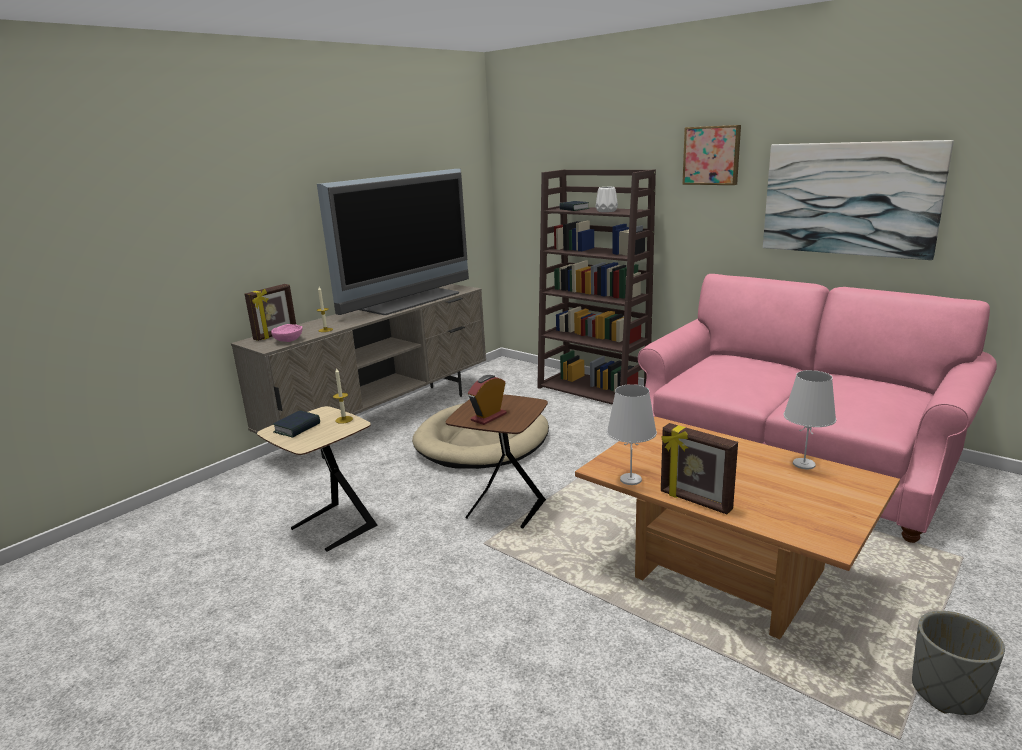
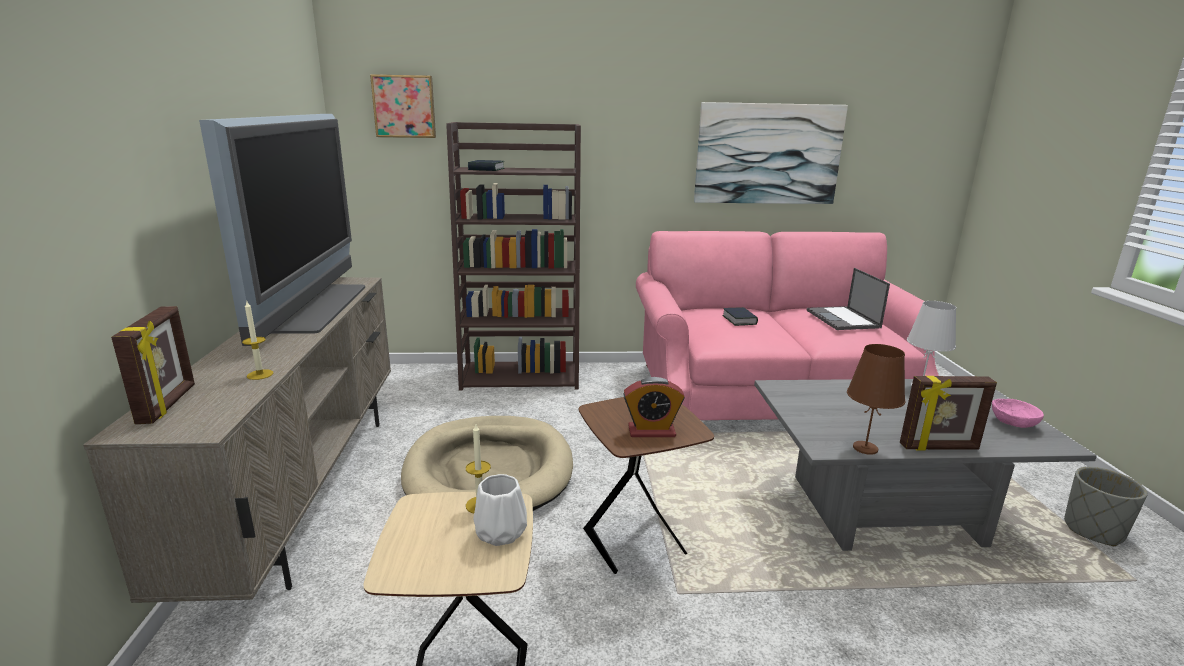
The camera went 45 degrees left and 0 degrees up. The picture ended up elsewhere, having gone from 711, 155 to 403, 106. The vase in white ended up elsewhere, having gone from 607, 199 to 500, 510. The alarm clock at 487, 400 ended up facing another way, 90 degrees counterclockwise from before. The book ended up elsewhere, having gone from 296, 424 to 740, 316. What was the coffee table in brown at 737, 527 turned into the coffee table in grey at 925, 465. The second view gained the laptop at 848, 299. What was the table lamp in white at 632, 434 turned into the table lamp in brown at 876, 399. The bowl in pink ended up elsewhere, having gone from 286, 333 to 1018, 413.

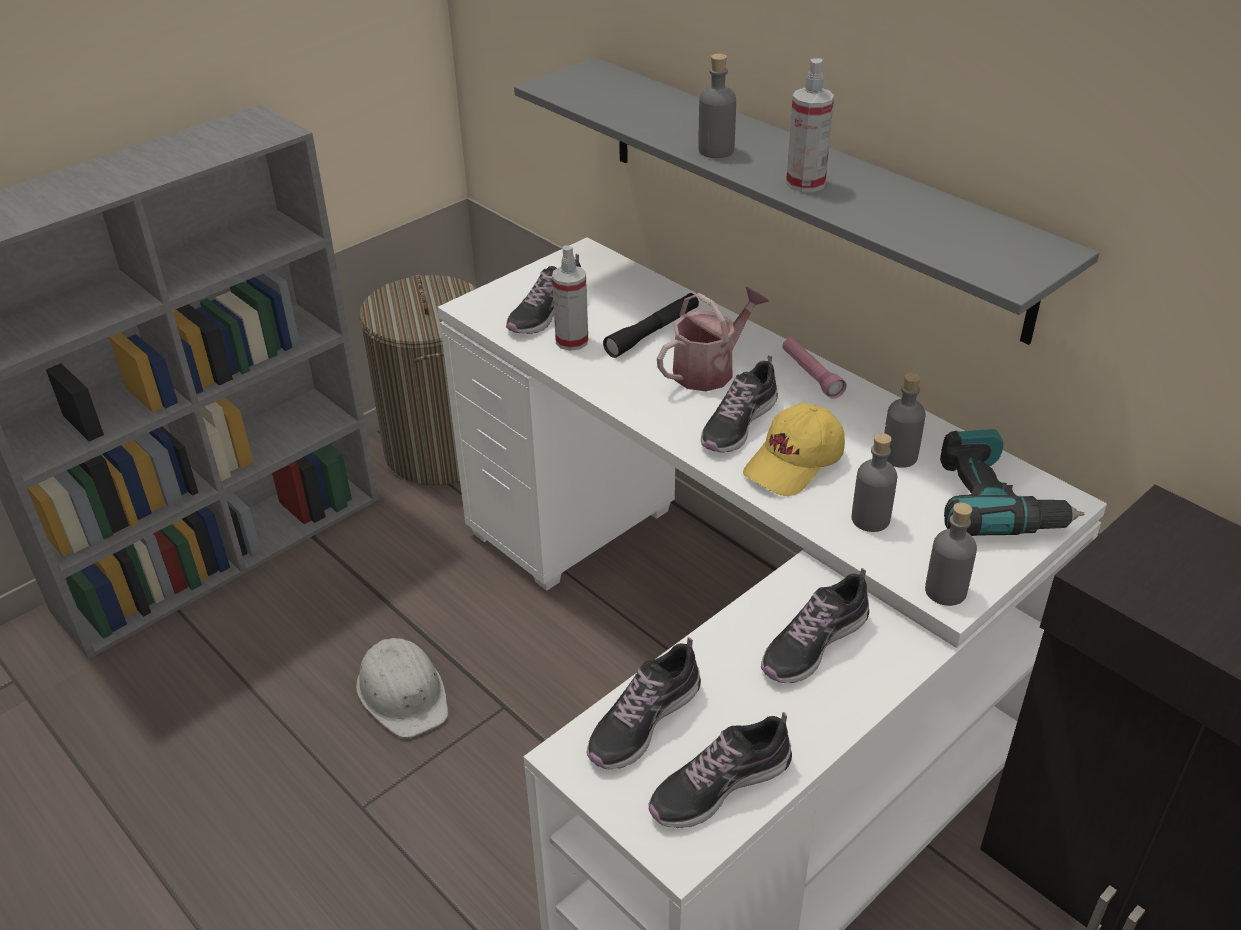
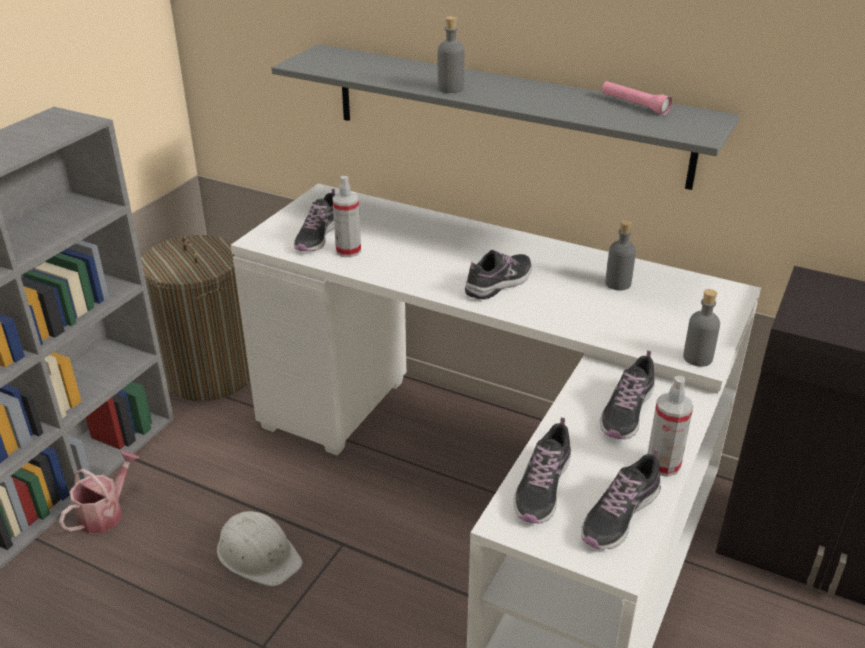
The camera went 20 degrees left and 5 degrees down. The watering can ended up elsewhere, having gone from 713, 339 to 99, 492. The shoe at 739, 403 ended up facing another way, 150 degrees counterclockwise from before. The flashlight in pink ended up elsewhere, having gone from 814, 368 to 637, 98. The spray bottle ended up elsewhere, having gone from 810, 125 to 670, 426. The second view lost the flashlight in black at 651, 325. The second view lost the cap in yellow at 794, 449. The second view lost the bottle in grey at 874, 482. The second view lost the power drill at 1012, 482.

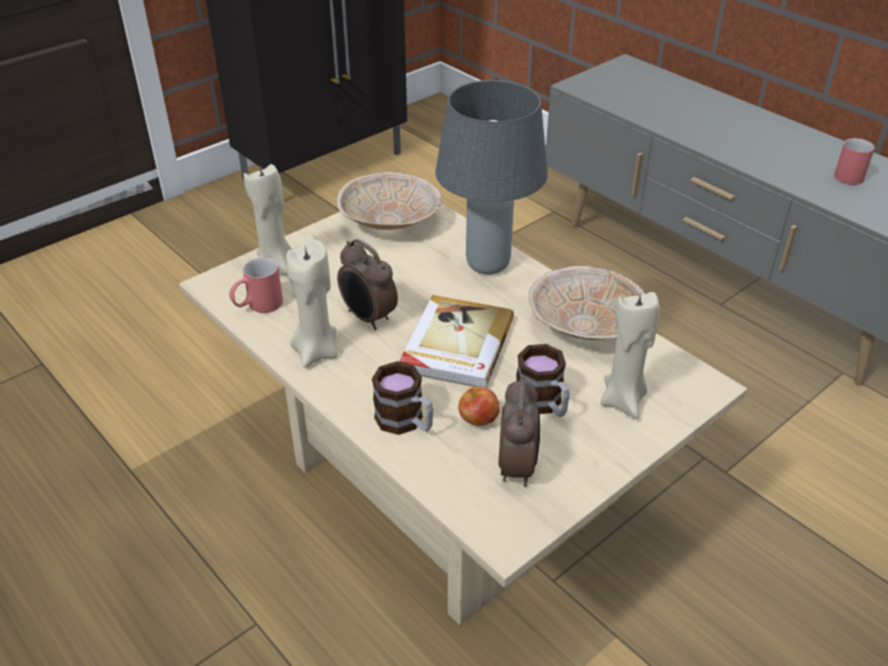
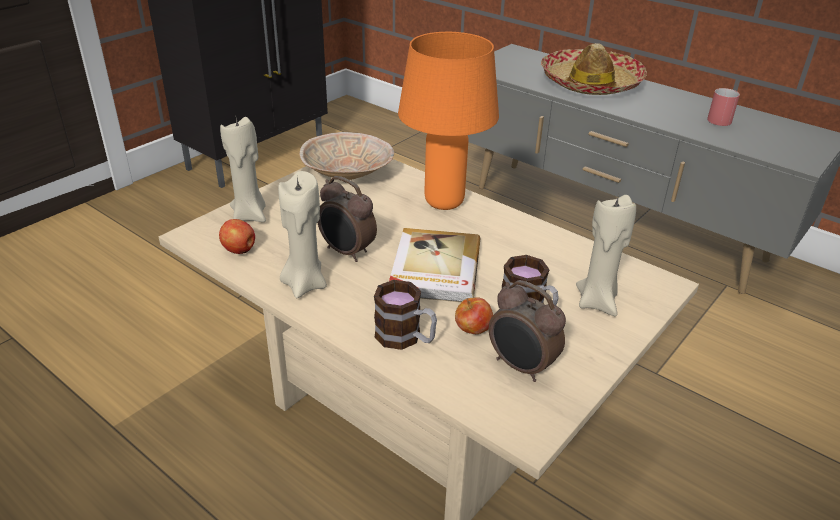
The camera went 10 degrees left and 5 degrees down. Where the mug in red stood at 256, 285, the apple came to stand at 237, 236. What was the table lamp in grey at 491, 177 turned into the table lamp in orange at 448, 121. The alarm clock at 519, 431 ended up facing another way, 135 degrees clockwise from before. The second view gained the hat at 594, 69. The second view lost the bowl in beige at 587, 303.

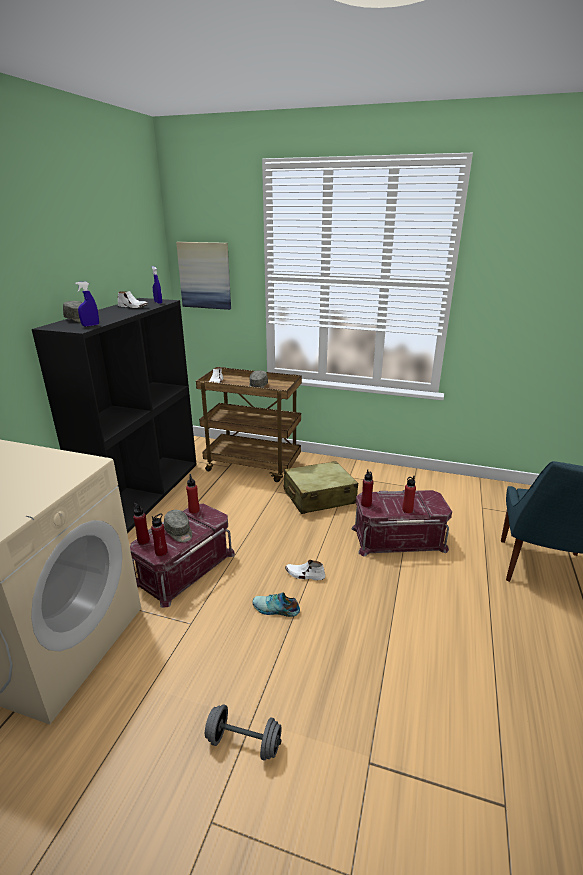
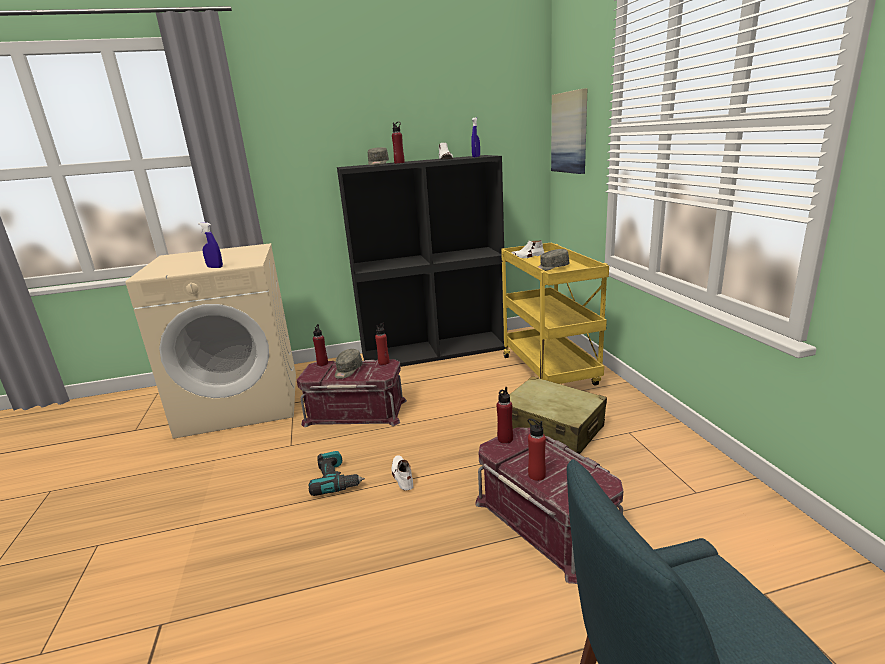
The camera went 60 degrees right and 5 degrees down. The spray bottle in blue ended up elsewhere, having gone from 87, 304 to 210, 245. Where the shoe stood at 276, 604, the power drill came to stand at 337, 473. The bottle in red ended up elsewhere, having gone from 159, 535 to 398, 143. What was the cart in brown at 249, 424 turned into the cart in yellow at 555, 314. The second view lost the dumbbell in grey at 243, 732.

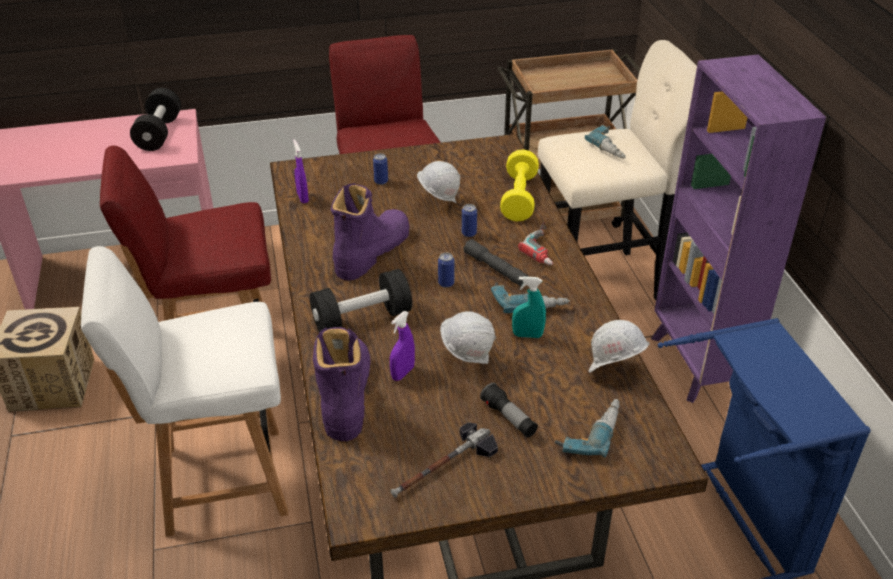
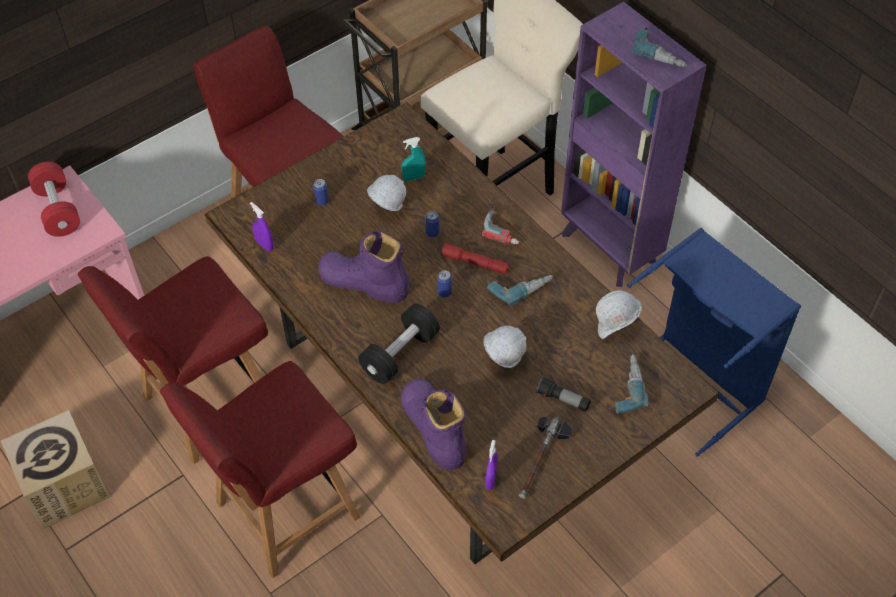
The camera went 25 degrees left and 15 degrees up. What was the dumbbell in black at 155, 119 turned into the dumbbell in red at 54, 199. What was the chair in white at 184, 391 turned into the chair in red at 260, 469. The boot in purple at 370, 232 ended up facing another way, 75 degrees counterclockwise from before. The spray bottle in turquoise ended up elsewhere, having gone from 529, 307 to 413, 159. What was the flashlight in grey at 496, 263 turned into the flashlight in red at 475, 258. The spray bottle in purple ended up elsewhere, having gone from 402, 346 to 491, 465. The power drill ended up elsewhere, having gone from 605, 142 to 659, 47. The second view lost the dumbbell in yellow at 519, 185.

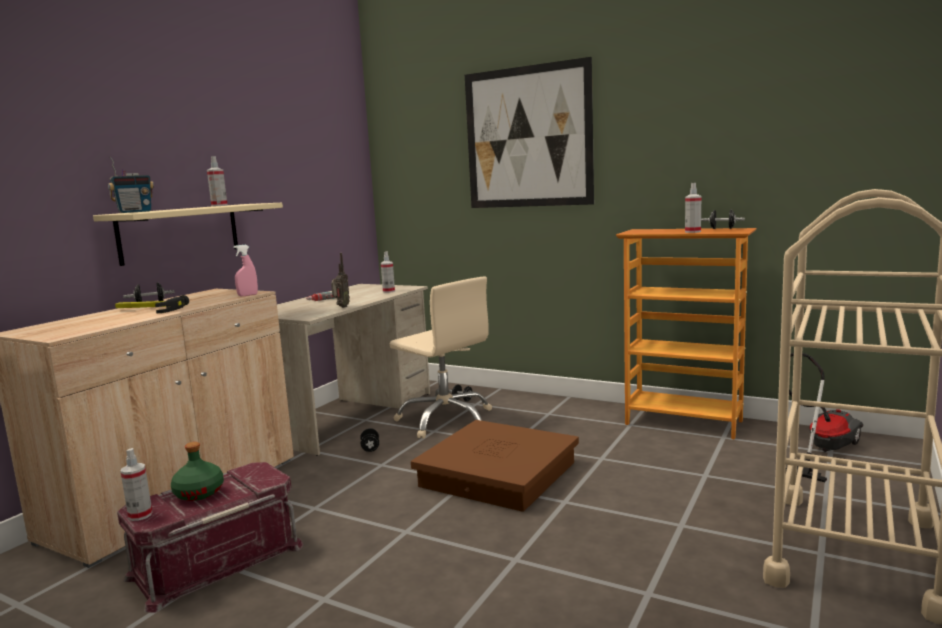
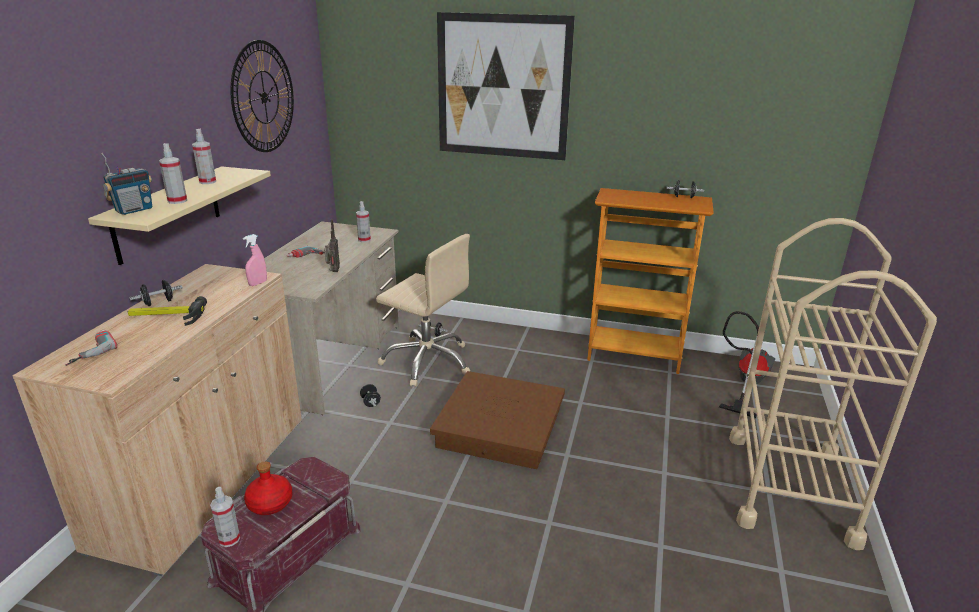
The camera went 15 degrees left and 15 degrees up. The second view gained the power drill at 91, 347. The spray bottle ended up elsewhere, having gone from 693, 208 to 173, 173. The second view gained the wall clock at 262, 96. What was the bottle in green at 197, 471 turned into the bottle in red at 268, 488.

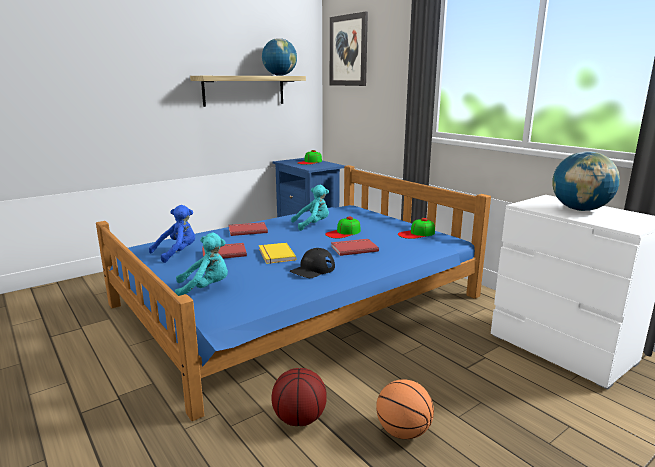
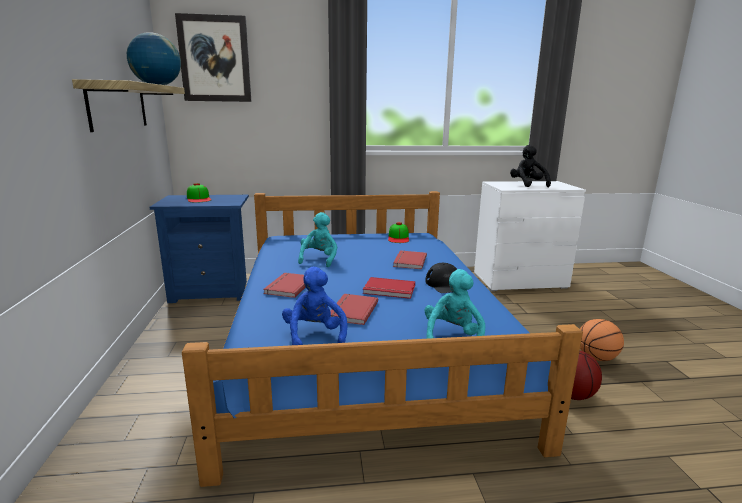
The camera went 60 degrees left and 0 degrees up. What was the book in yellow at 278, 253 turned into the book in red at 389, 288. Where the globe stood at 586, 181, the plush toy in black came to stand at 530, 166. The second view lost the cap at 343, 227.

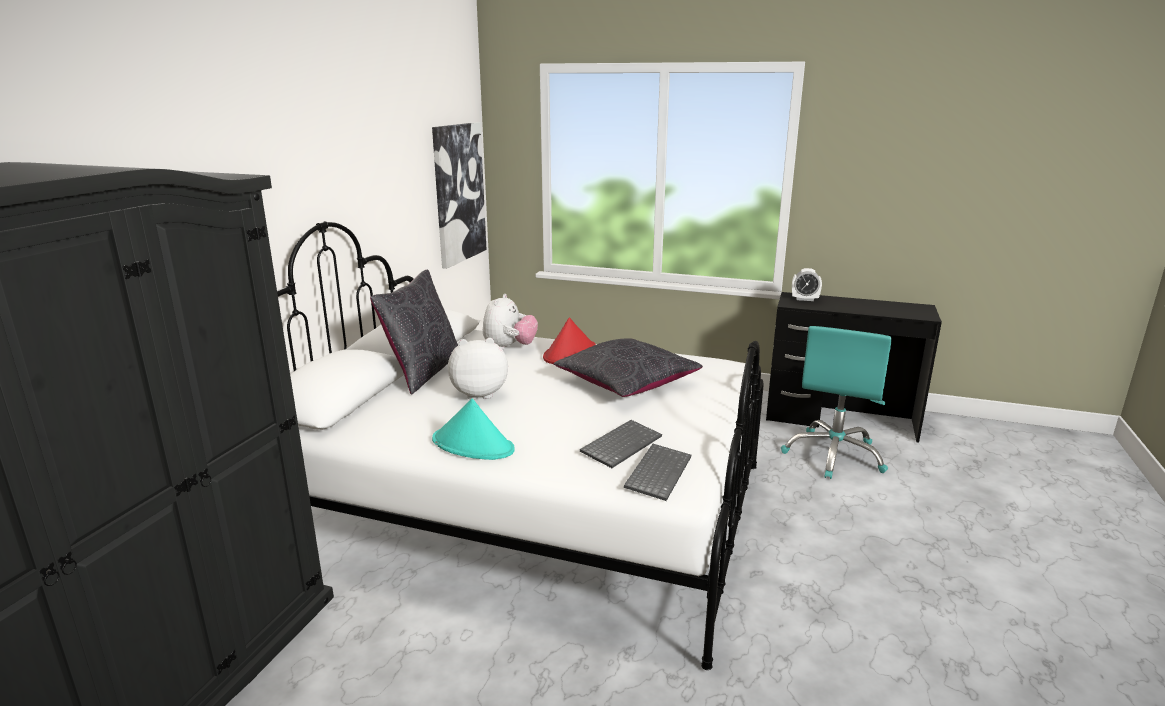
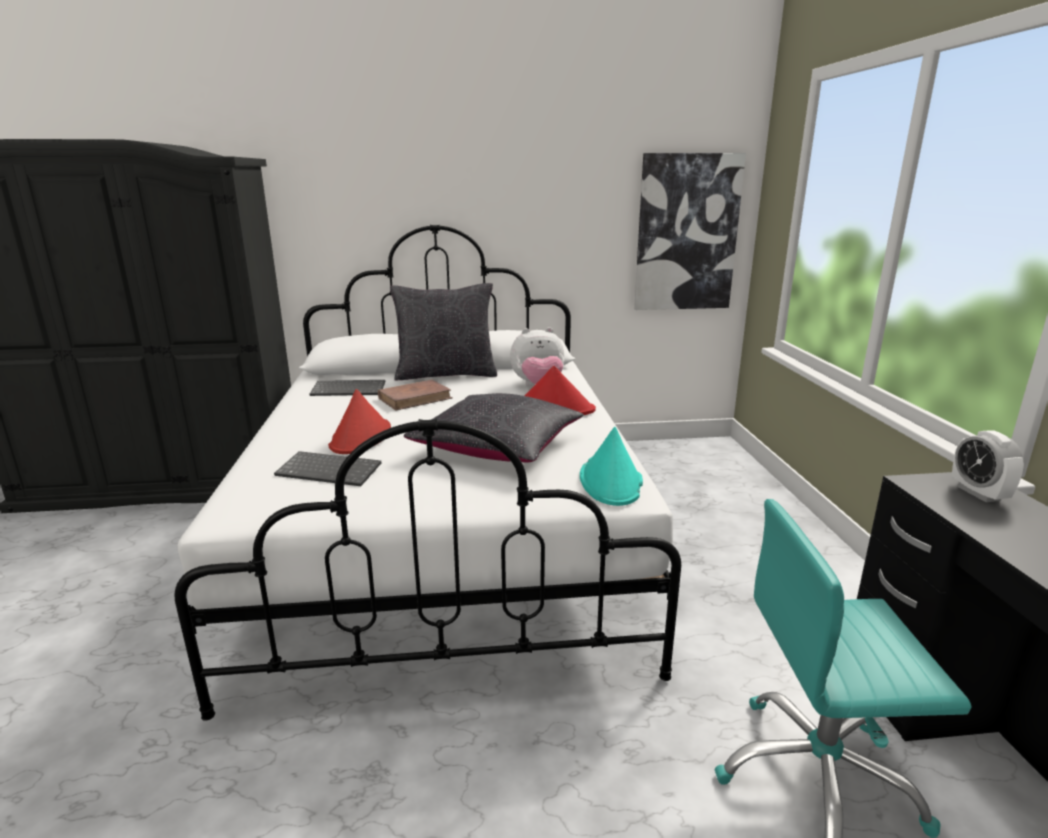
The camera went 65 degrees right and 0 degrees up. The keyboard ended up elsewhere, having gone from 657, 472 to 347, 388. The second view gained the hat in red at 359, 421. Where the plush toy stood at 478, 369, the book in brown came to stand at 415, 395. The hat in turquoise ended up elsewhere, having gone from 473, 429 to 611, 466.

